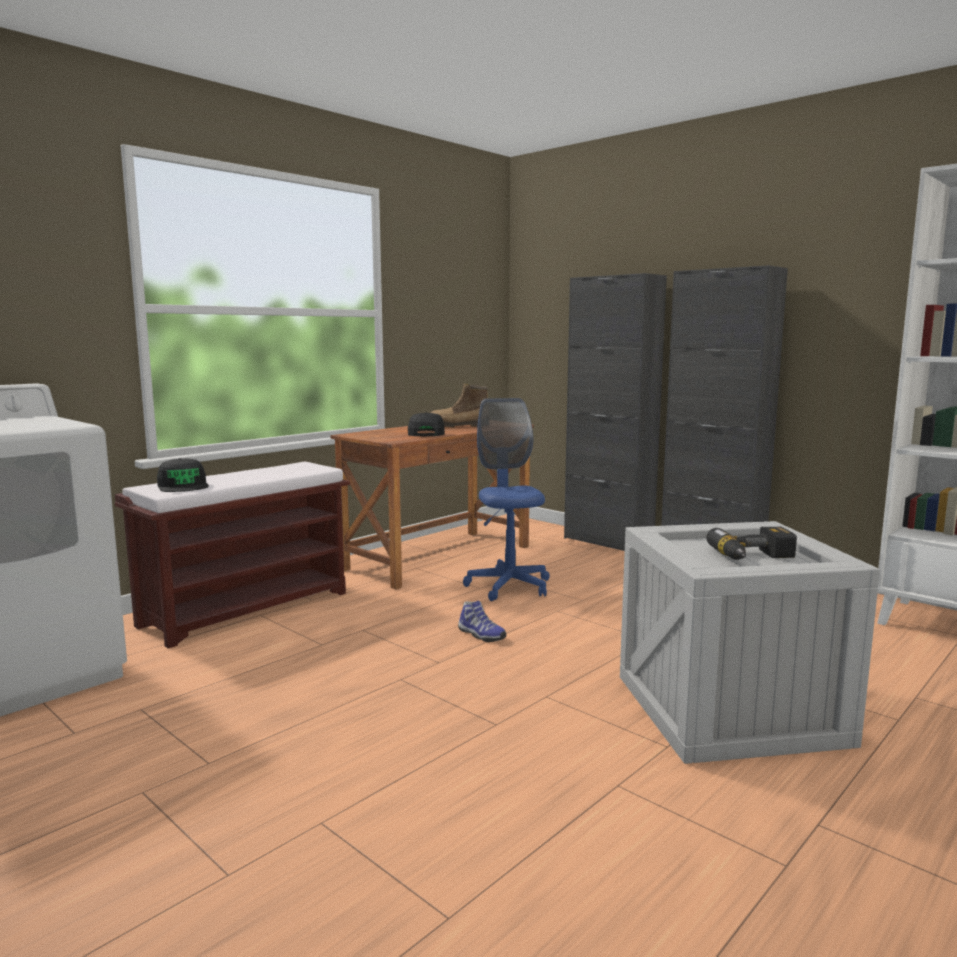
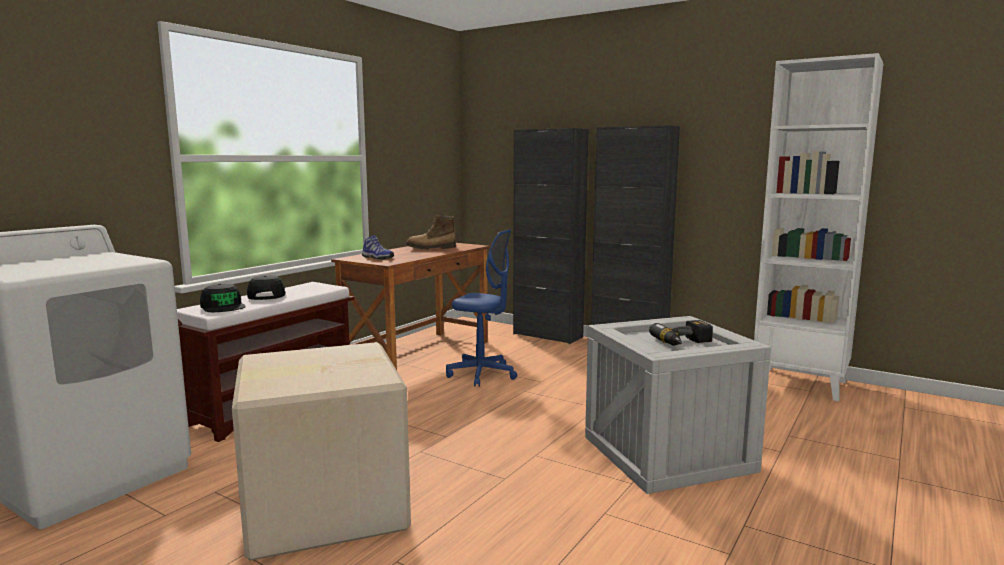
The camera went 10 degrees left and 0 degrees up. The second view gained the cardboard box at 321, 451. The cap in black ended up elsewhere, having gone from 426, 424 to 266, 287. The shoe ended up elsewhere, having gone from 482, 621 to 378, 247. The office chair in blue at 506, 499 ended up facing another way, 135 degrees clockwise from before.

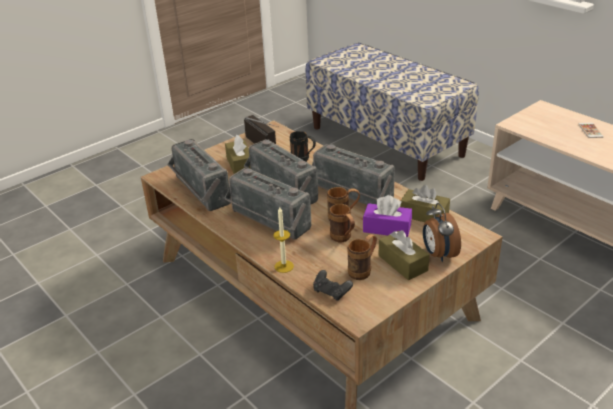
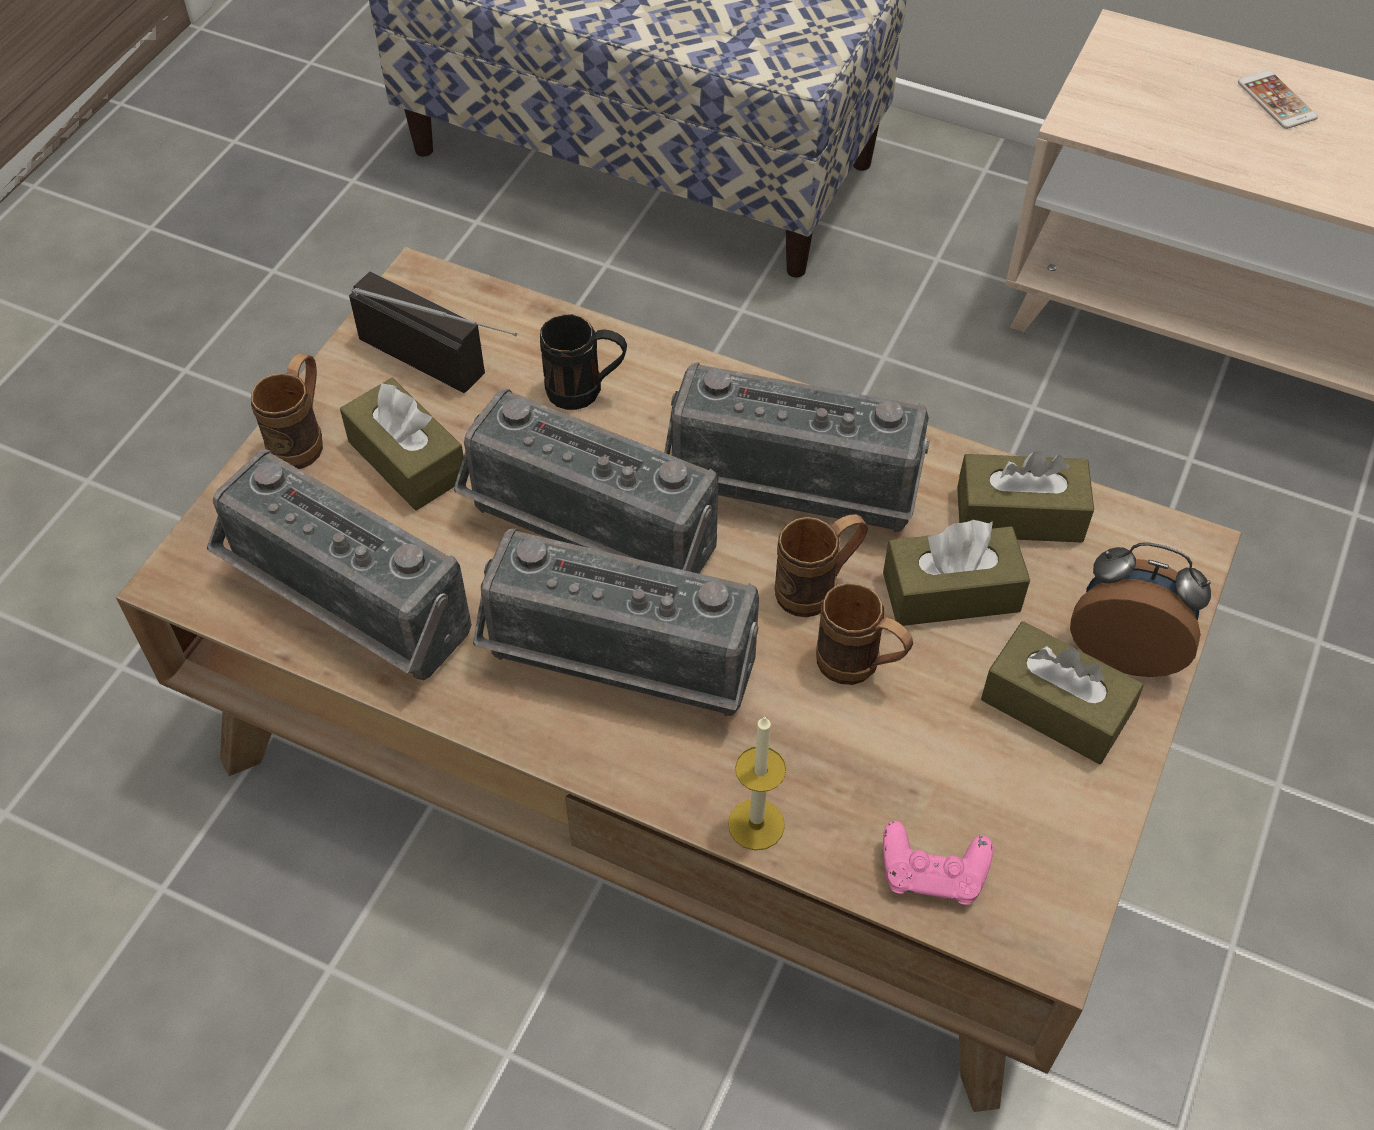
The camera went 25 degrees left and 20 degrees up. The mug in brown ended up elsewhere, having gone from 362, 257 to 287, 411. What was the tissue box in purple at 387, 216 turned into the tissue box in brown at 956, 573. What was the game controller in black at 333, 285 turned into the game controller in pink at 938, 863. The alarm clock at 442, 232 ended up facing another way, 150 degrees clockwise from before.

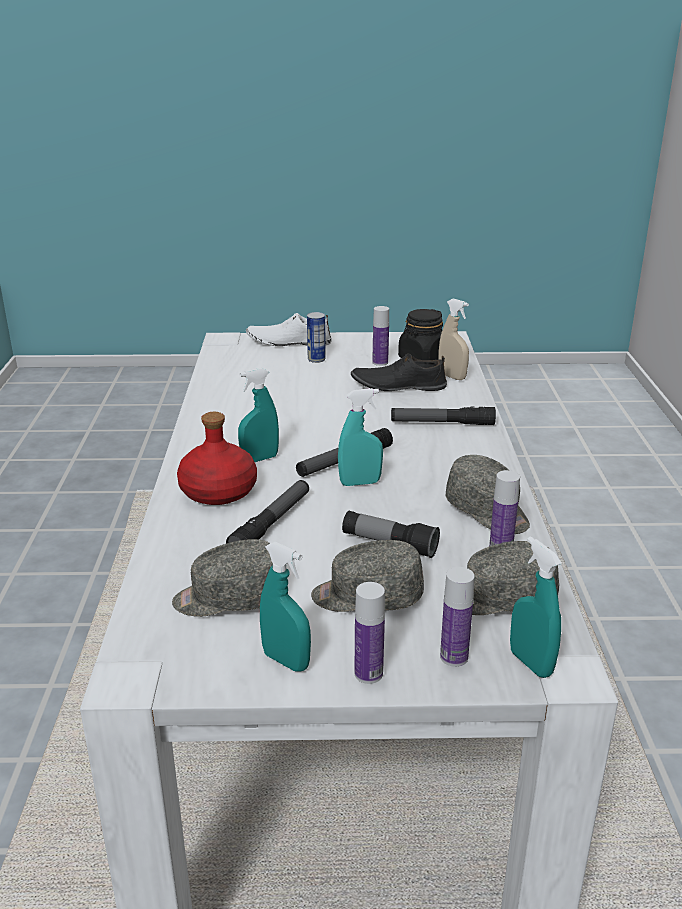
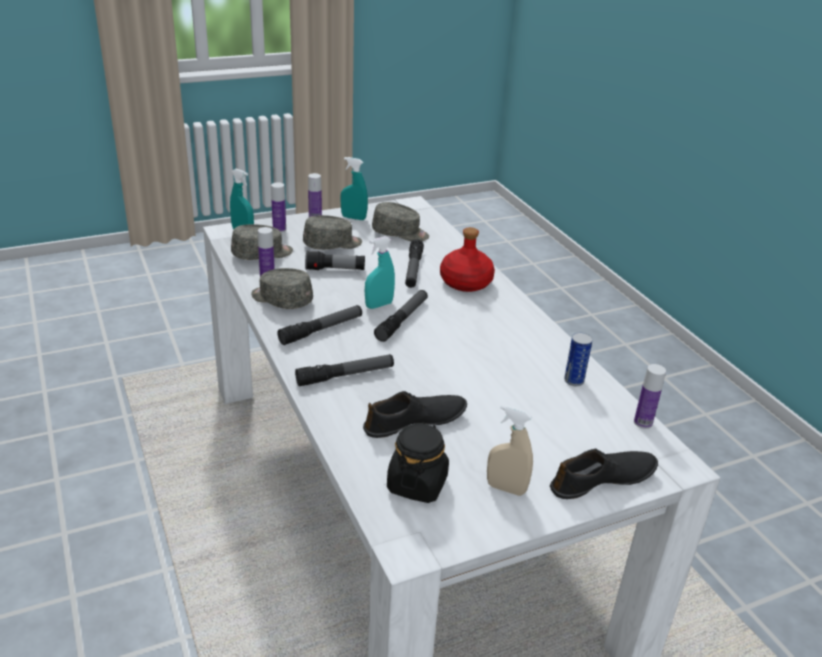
The camera went 155 degrees right and 5 degrees up. The second view gained the flashlight at 319, 325. The cap in grey at 222, 578 ended up facing another way, 45 degrees clockwise from before. The spray bottle in beige ended up elsewhere, having gone from 453, 339 to 510, 450. What was the shoe in white at 288, 329 turned into the shoe in black at 604, 473. The can ended up elsewhere, having gone from 316, 337 to 578, 359. The bottle ended up elsewhere, having gone from 380, 336 to 650, 396. The second view lost the spray bottle in turquoise at 258, 415.

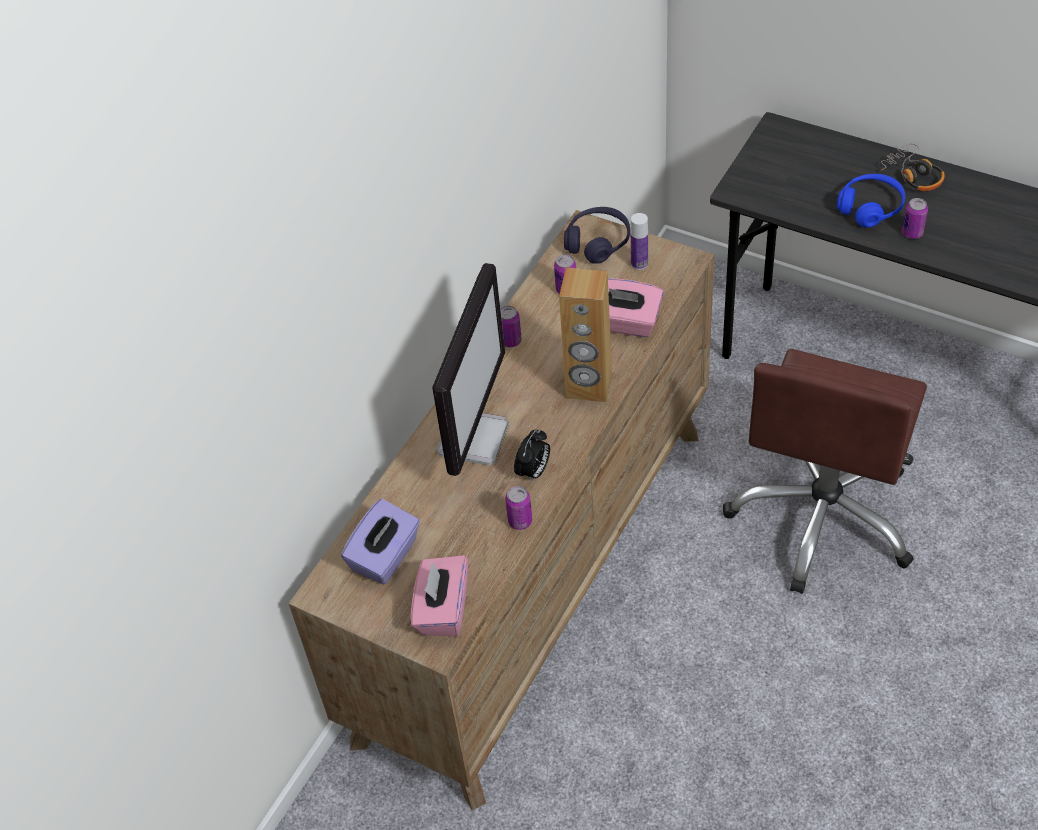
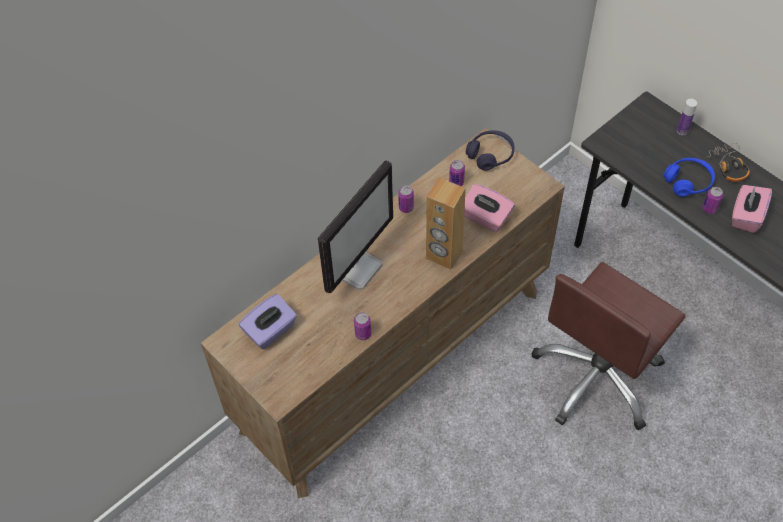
The camera went 15 degrees right and 5 degrees up. The bottle ended up elsewhere, having gone from 639, 241 to 687, 117. The tissue box in pink ended up elsewhere, having gone from 439, 596 to 752, 209. The second view lost the alarm clock at 532, 456.

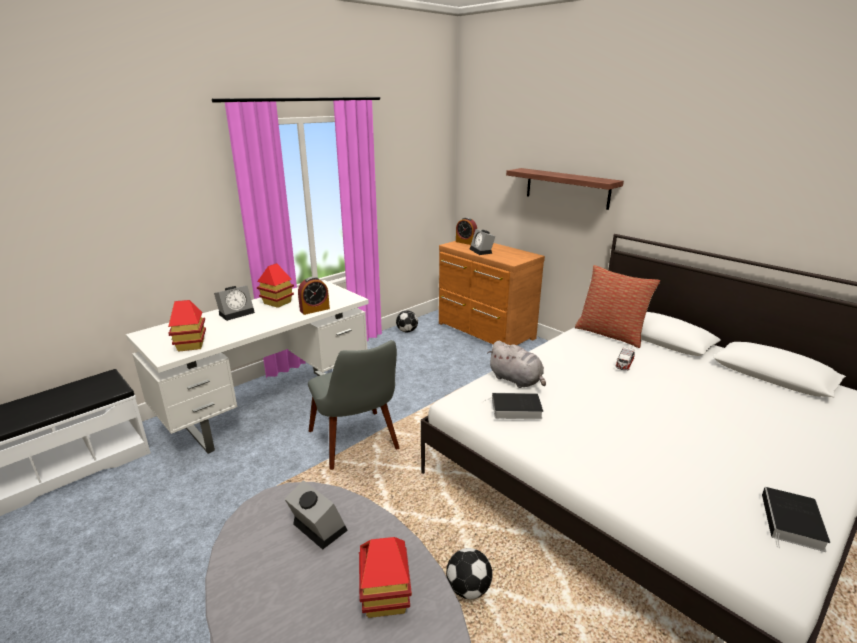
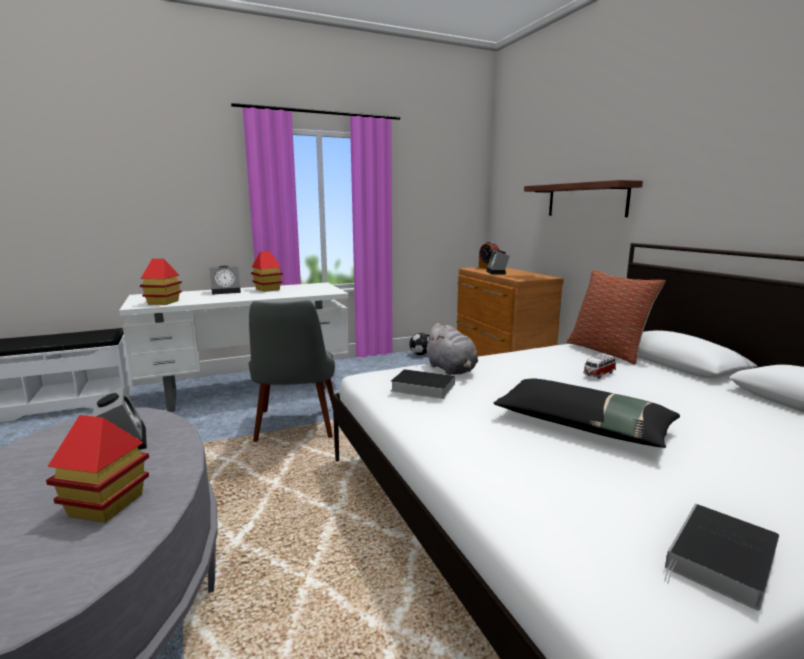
The camera went 20 degrees right and 10 degrees down. The second view gained the pillow in black at 587, 413. The second view lost the alarm clock at 314, 296. The second view lost the football at 469, 573.

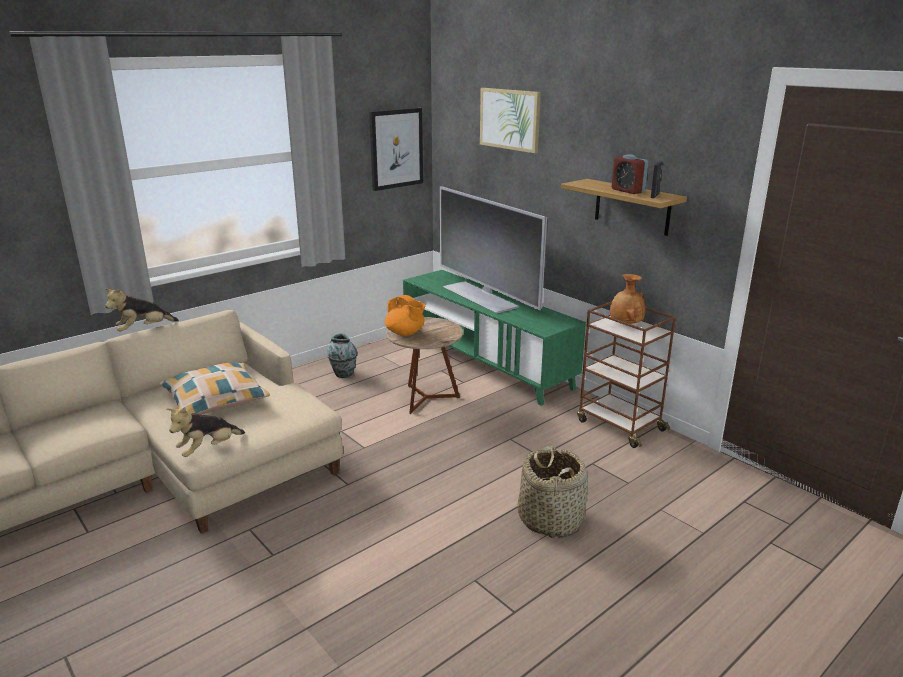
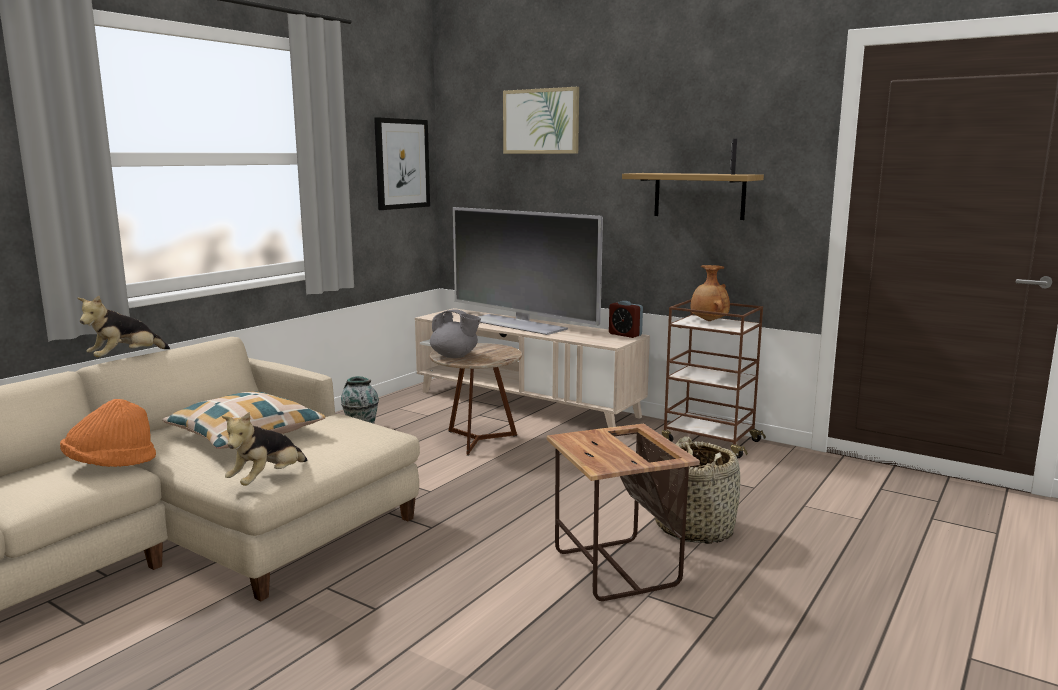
The camera went 15 degrees left and 10 degrees down. The second view gained the hat in orange at 108, 433. What was the tv stand in green at 494, 338 turned into the tv stand in beige at 532, 368. What was the teapot in orange at 405, 315 turned into the teapot in grey at 455, 333. The second view gained the side table at 623, 512. The alarm clock ended up elsewhere, having gone from 630, 174 to 626, 319.

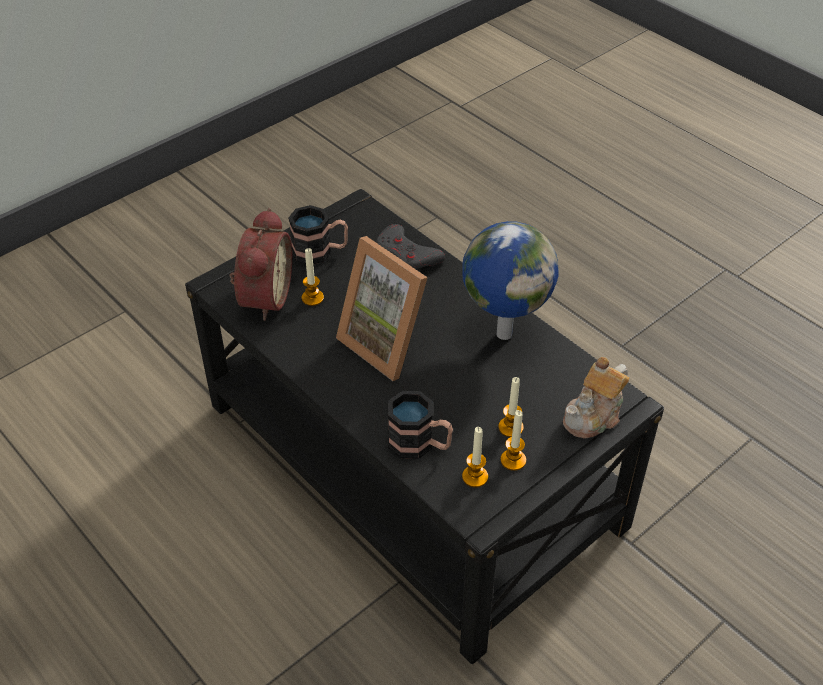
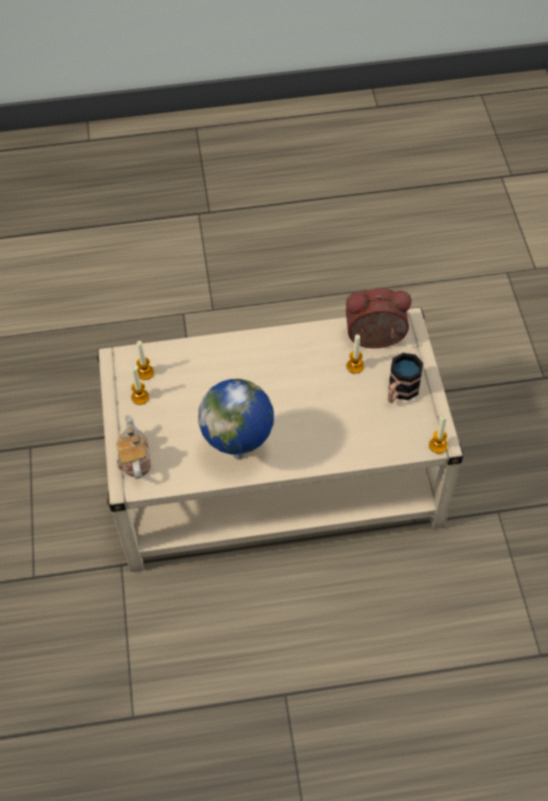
The camera went 125 degrees right and 10 degrees up. What was the coffee table in black at 424, 426 turned into the coffee table in beige at 280, 439. The alarm clock at 260, 264 ended up facing another way, 135 degrees clockwise from before. The candle ended up elsewhere, having gone from 511, 407 to 438, 434. The second view lost the picture frame at 382, 308. The second view lost the game controller in grey at 410, 246. The second view lost the mug at 420, 425.

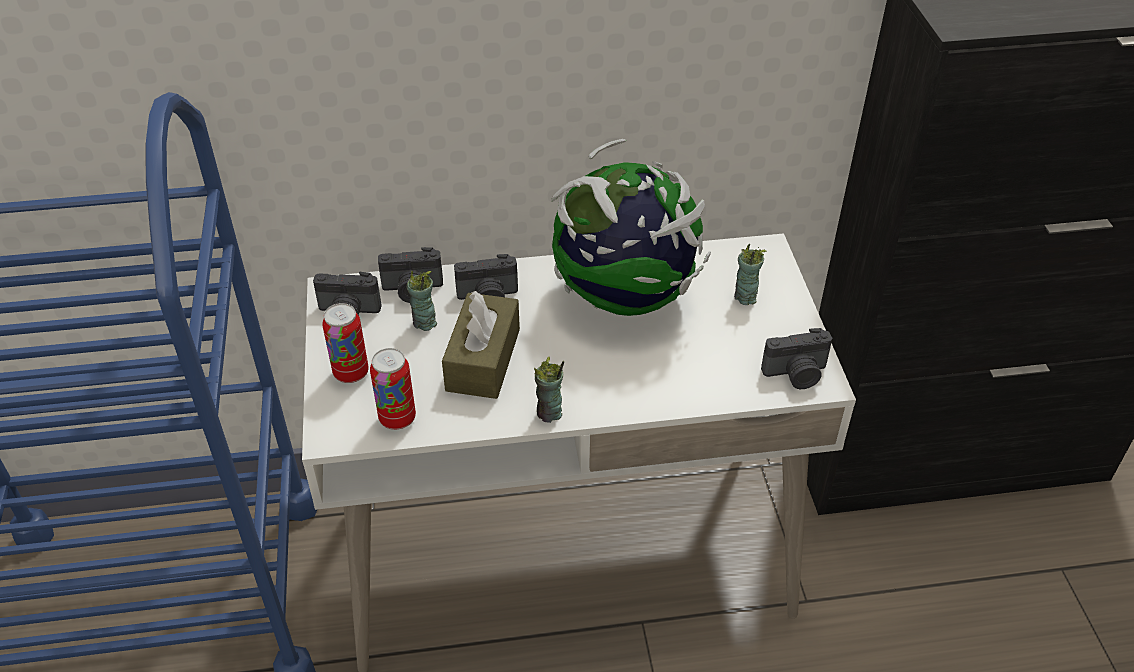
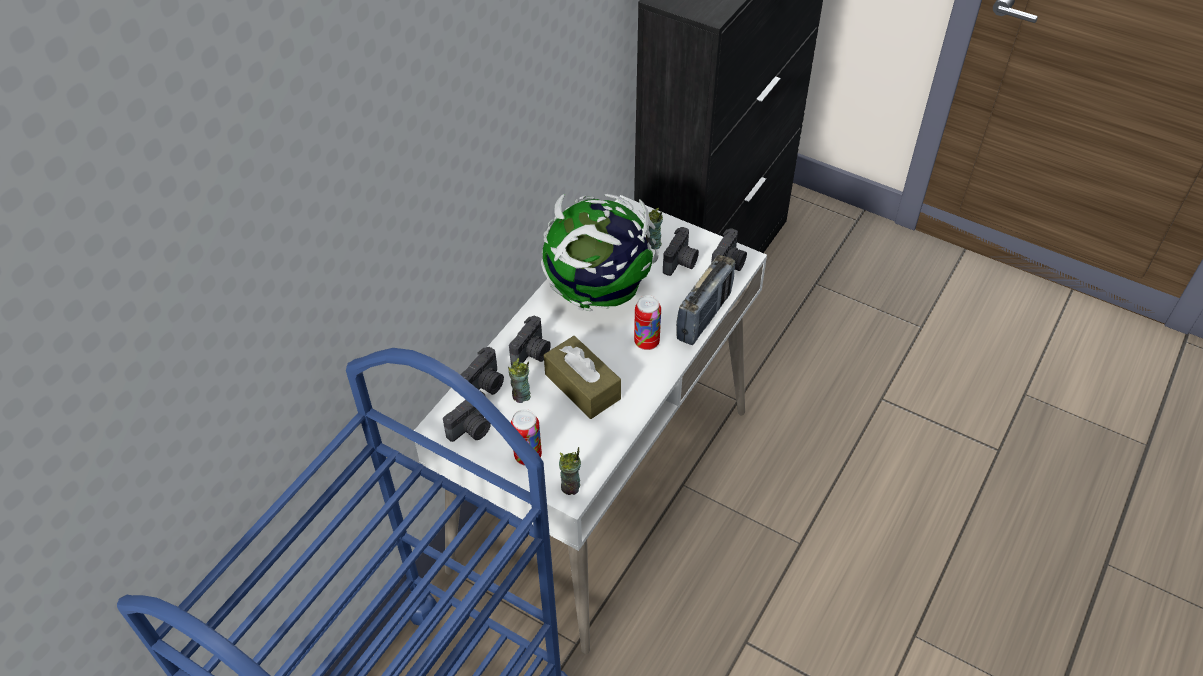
The camera went 50 degrees left and 5 degrees up. The cup ended up elsewhere, having gone from 549, 390 to 570, 471. The can ended up elsewhere, having gone from 393, 389 to 647, 322. The second view gained the photo camera at 681, 251. The second view gained the radio at 705, 300.

